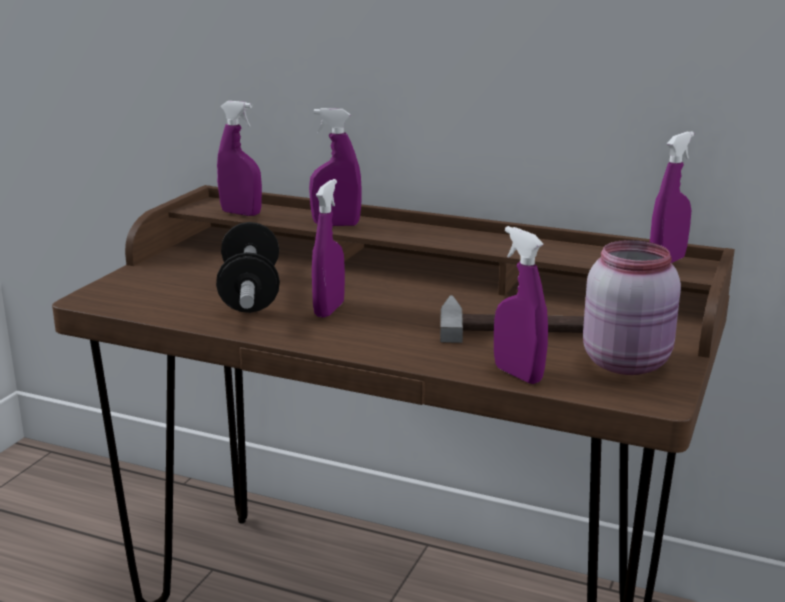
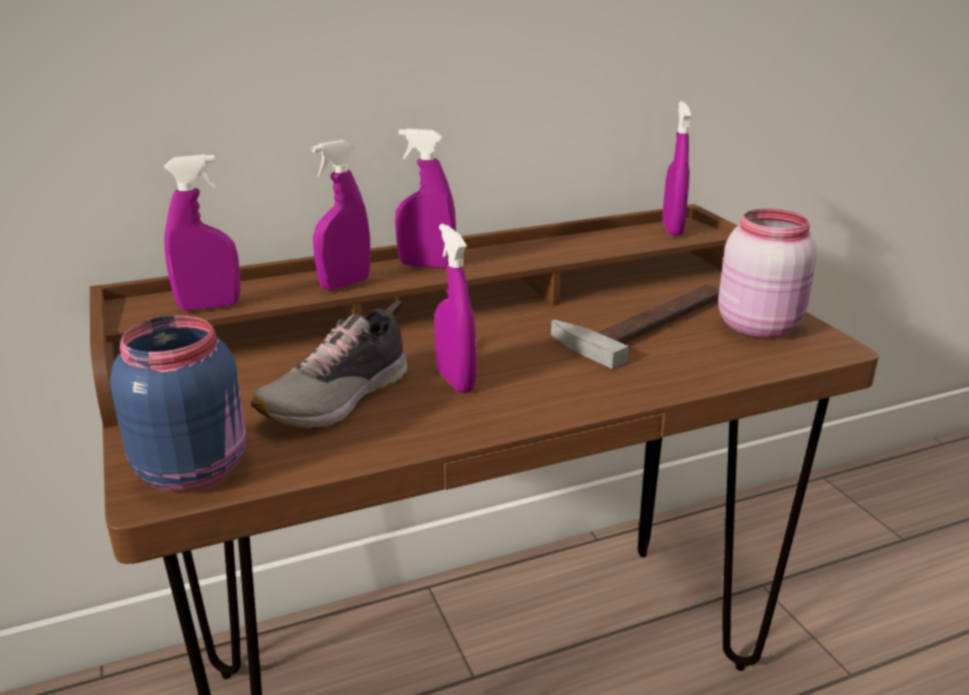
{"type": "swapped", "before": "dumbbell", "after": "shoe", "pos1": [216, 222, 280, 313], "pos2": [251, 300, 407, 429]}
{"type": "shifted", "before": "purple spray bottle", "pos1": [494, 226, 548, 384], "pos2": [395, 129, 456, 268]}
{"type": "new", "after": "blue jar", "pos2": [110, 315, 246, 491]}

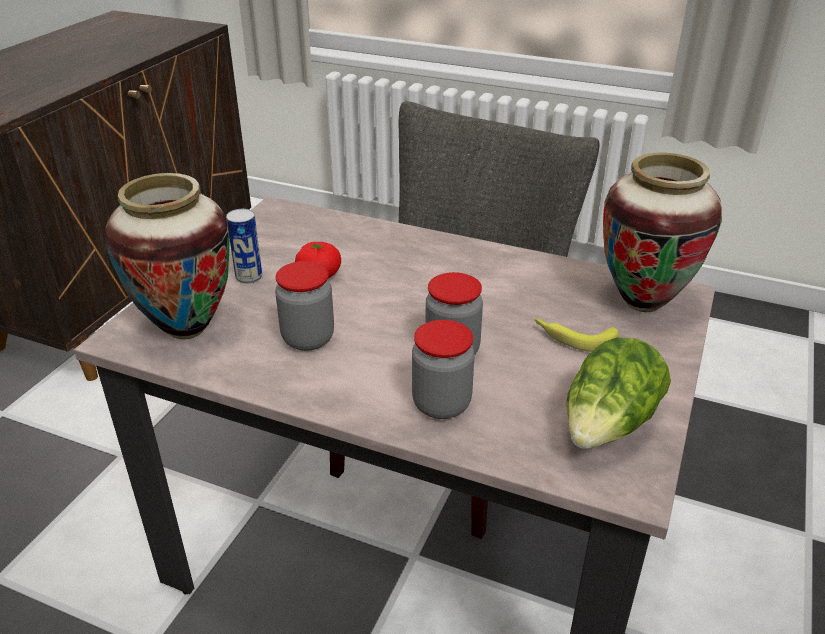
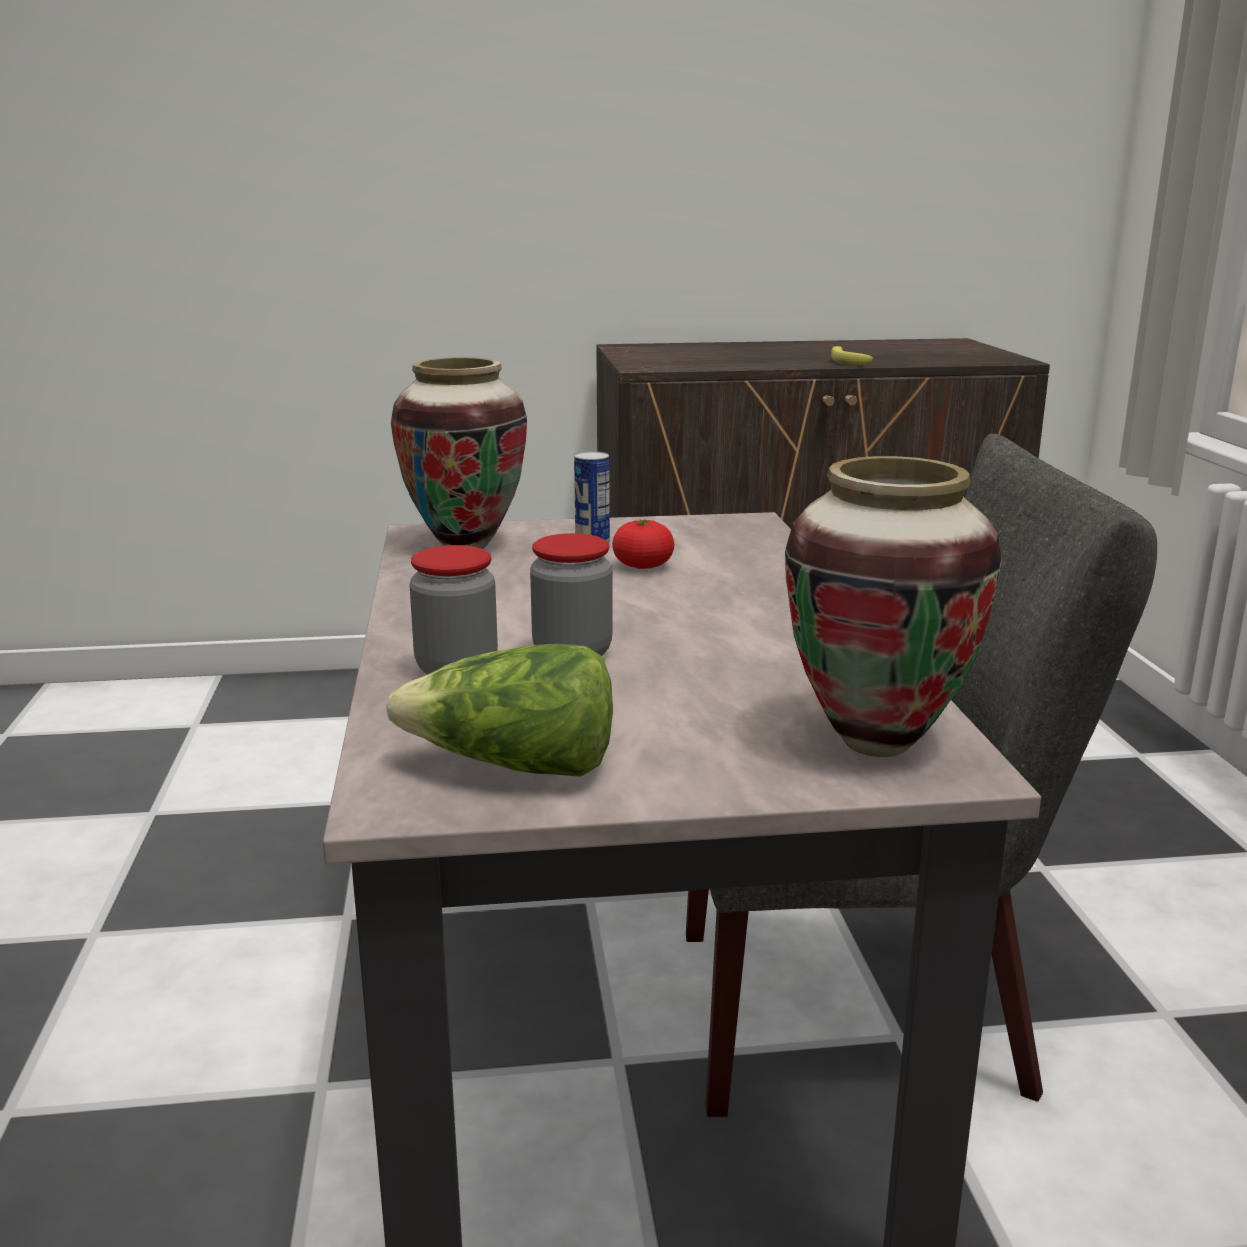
{"type": "gone", "before": "jar", "pos1": [275, 261, 334, 351]}
{"type": "shifted", "before": "banana", "pos1": [534, 318, 619, 352], "pos2": [831, 346, 873, 365]}

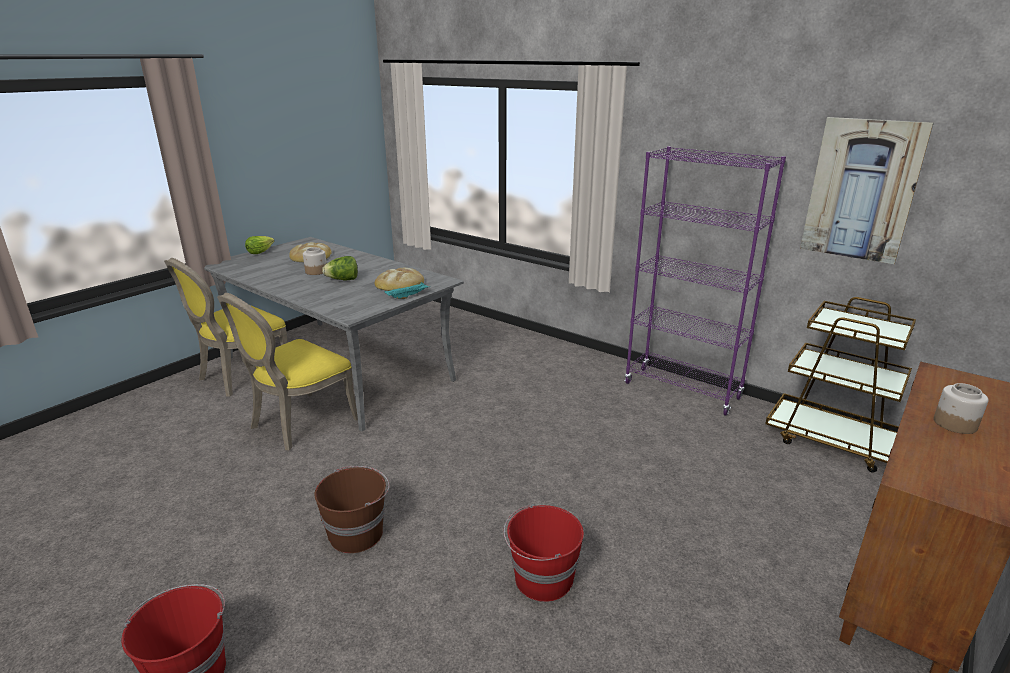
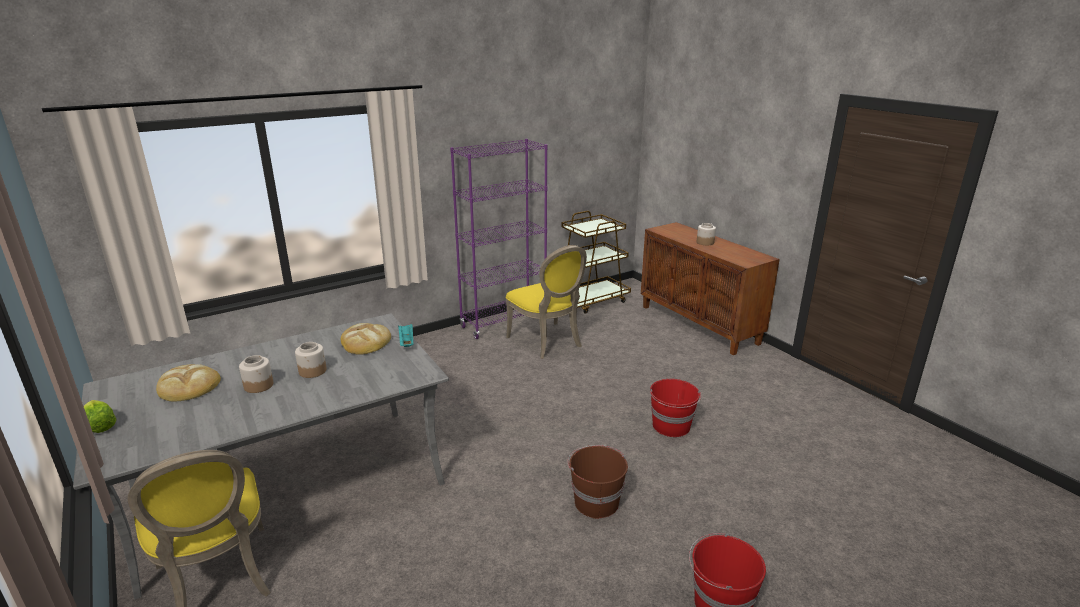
{"type": "gone", "before": "picture", "pos1": [800, 117, 934, 264]}
{"type": "swapped", "before": "lettuce", "after": "jar", "pos1": [322, 256, 358, 280], "pos2": [295, 342, 327, 378]}
{"type": "shifted", "before": "yellow chair", "pos1": [217, 293, 358, 451], "pos2": [506, 245, 587, 359]}

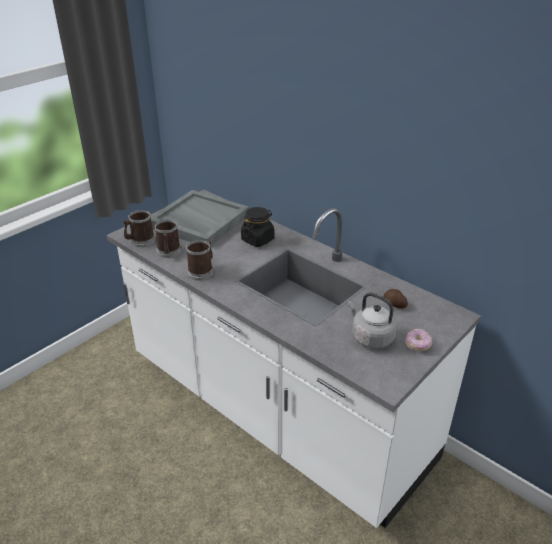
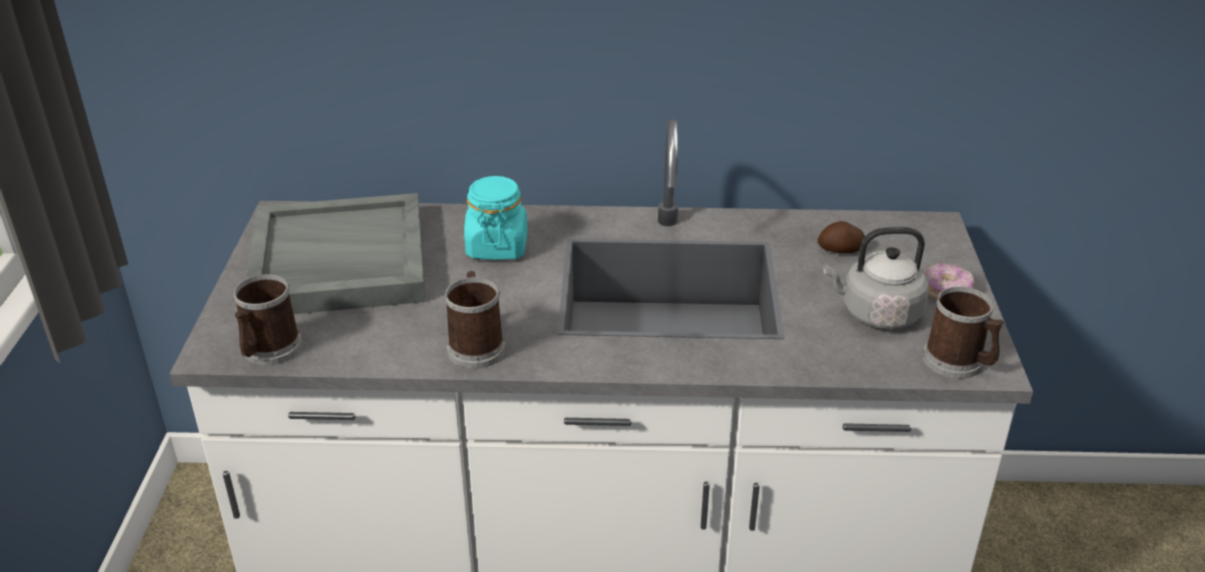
{"type": "repainted", "before": "black jar", "after": "turquoise jar", "pos1": [241, 207, 275, 247], "pos2": [464, 176, 528, 260]}
{"type": "shifted", "before": "mug", "pos1": [154, 220, 181, 258], "pos2": [923, 286, 1004, 379]}

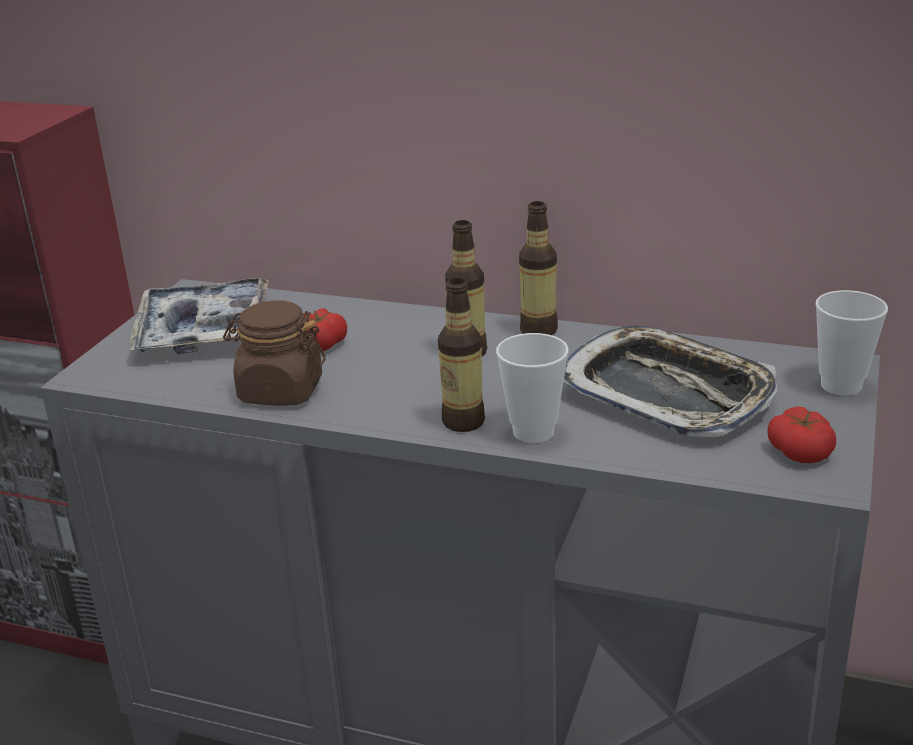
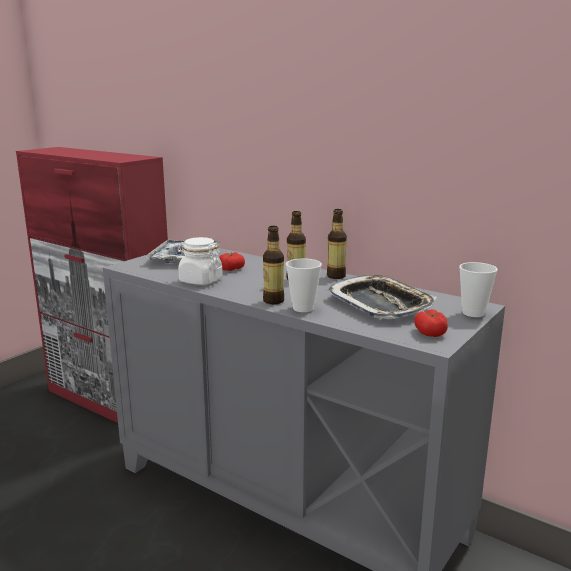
{"type": "repainted", "before": "brown jar", "after": "white jar", "pos1": [223, 300, 326, 406], "pos2": [178, 237, 222, 285]}

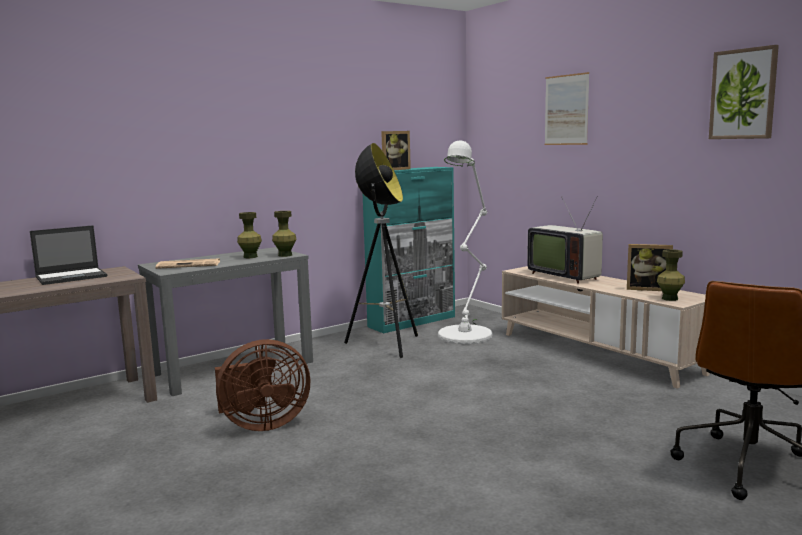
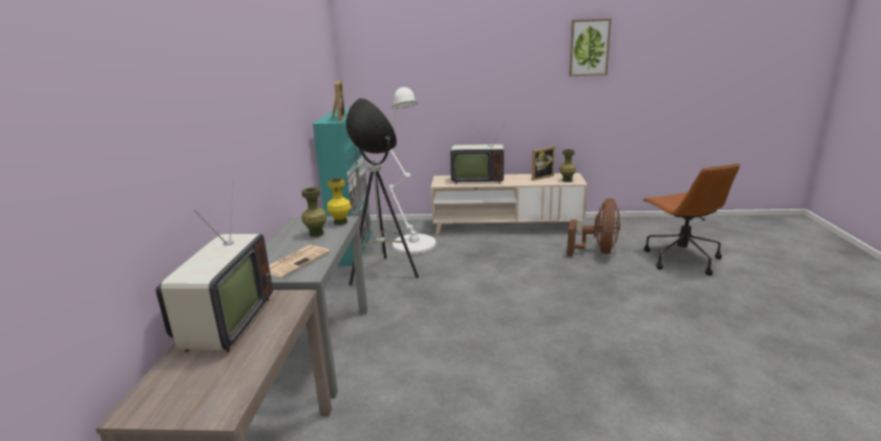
{"type": "gone", "before": "picture", "pos1": [545, 72, 590, 145]}
{"type": "repainted", "before": "green vase", "after": "yellow vase", "pos1": [272, 211, 297, 257], "pos2": [327, 178, 351, 225]}
{"type": "swapped", "before": "laptop", "after": "television", "pos1": [30, 225, 107, 285], "pos2": [156, 181, 273, 353]}
{"type": "shifted", "before": "brown fan", "pos1": [215, 339, 310, 431], "pos2": [567, 198, 621, 257]}

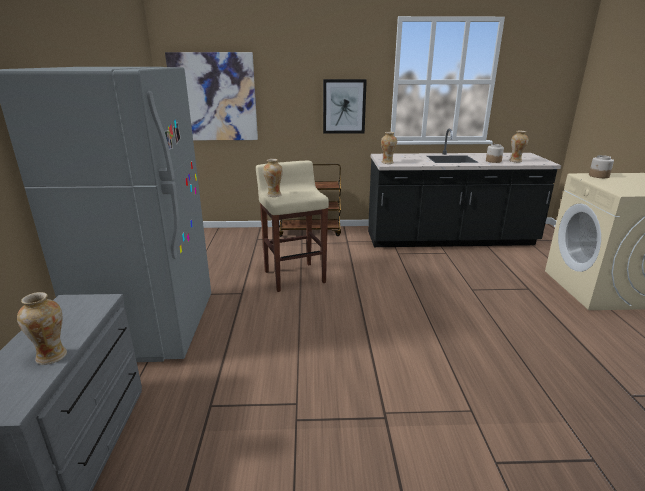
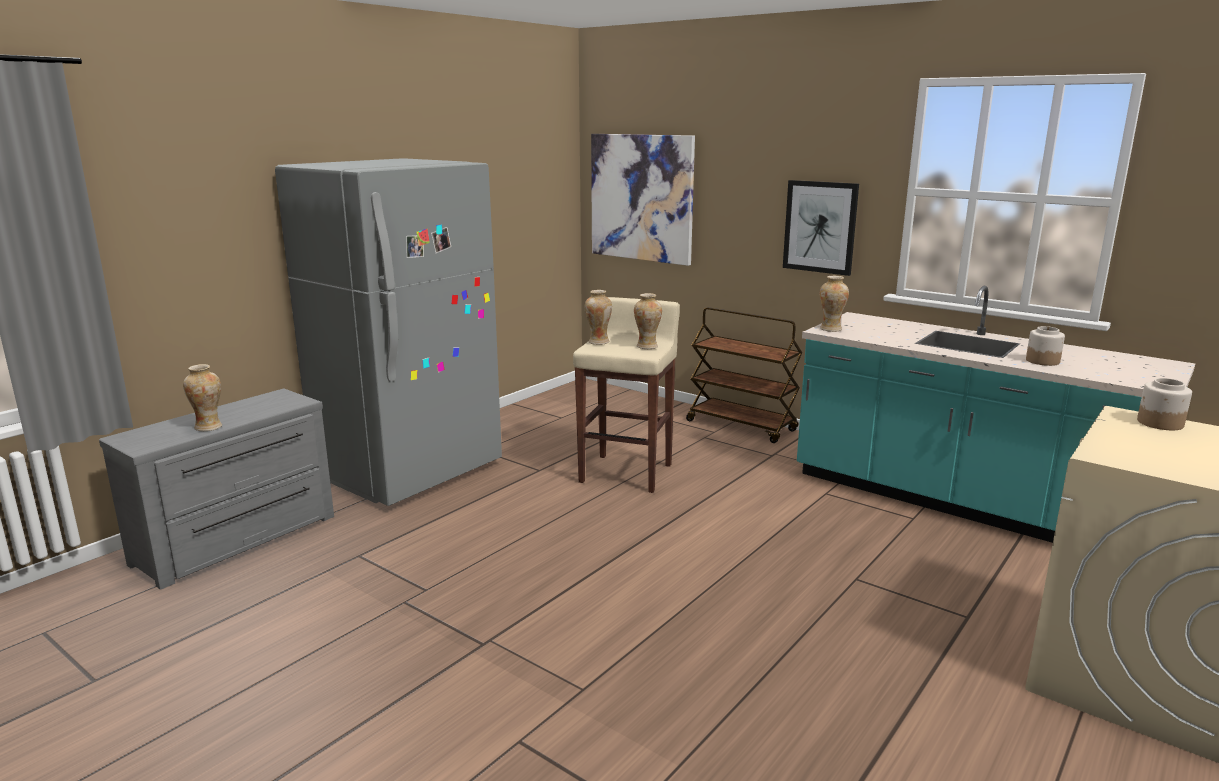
{"type": "repainted", "before": "black counter", "after": "turquoise counter", "pos1": [368, 129, 561, 247], "pos2": [797, 286, 1195, 543]}
{"type": "shifted", "before": "vase", "pos1": [509, 131, 528, 162], "pos2": [634, 293, 662, 349]}

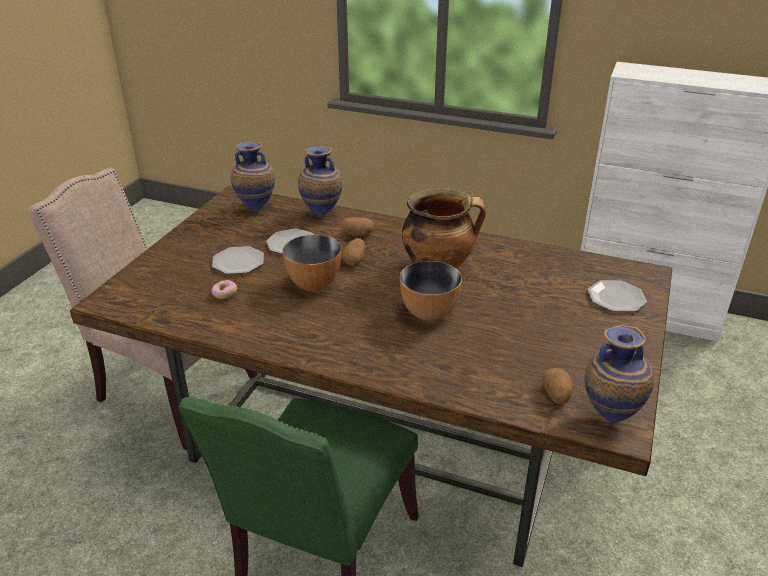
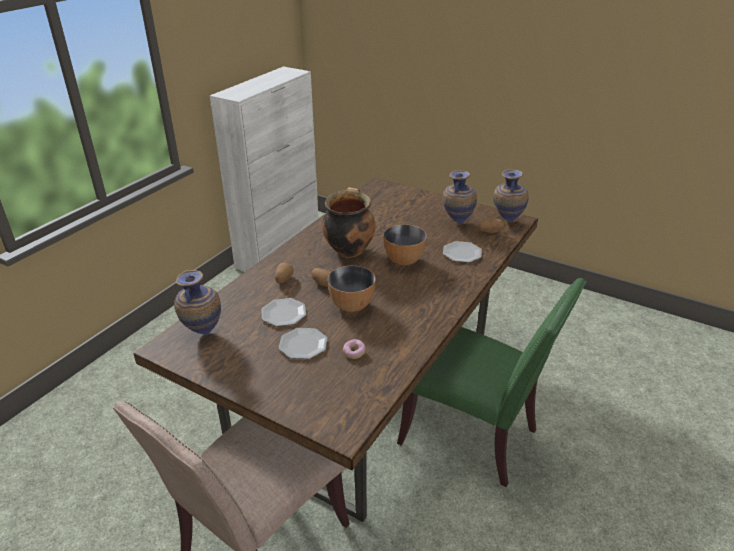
{"type": "shifted", "before": "vase", "pos1": [298, 146, 342, 217], "pos2": [443, 170, 477, 224]}
{"type": "shifted", "before": "plate", "pos1": [588, 280, 647, 312], "pos2": [443, 241, 482, 263]}

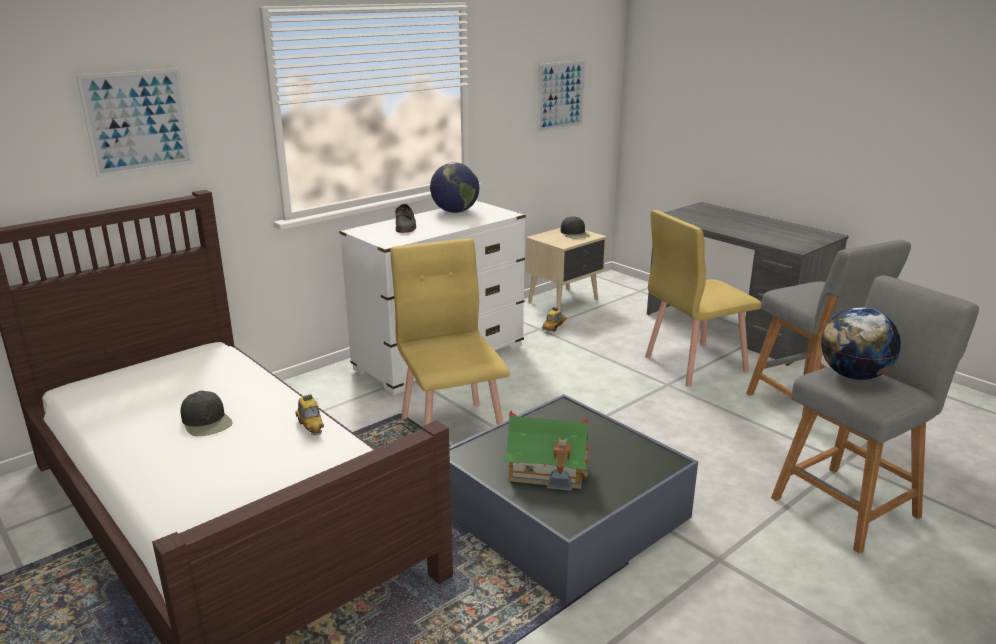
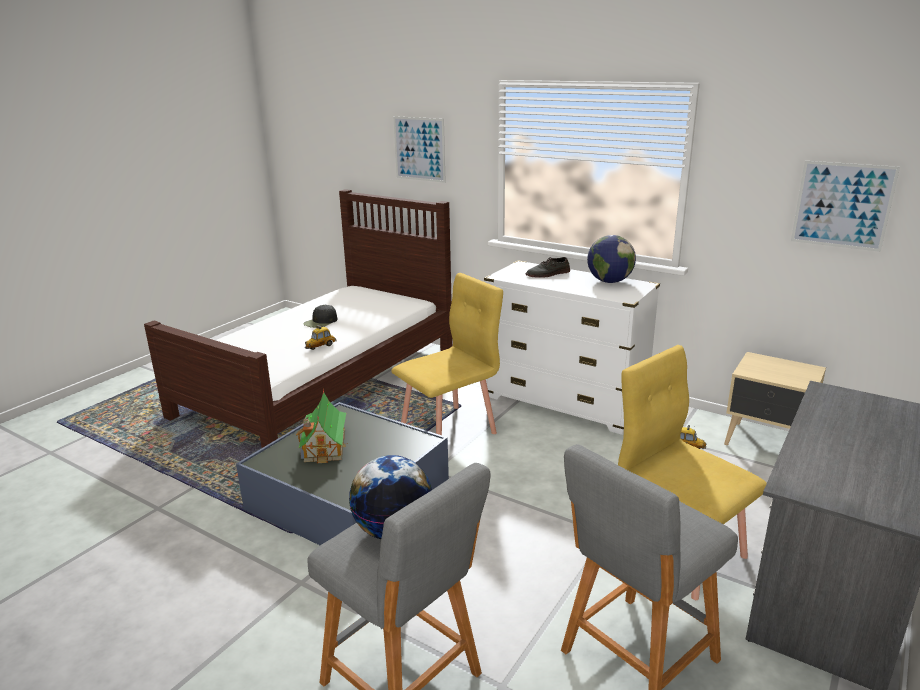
{"type": "gone", "before": "black cap", "pos1": [561, 216, 591, 238]}

